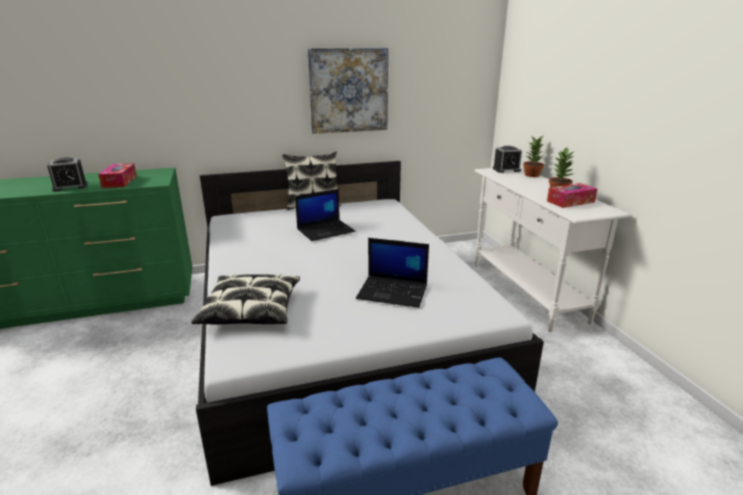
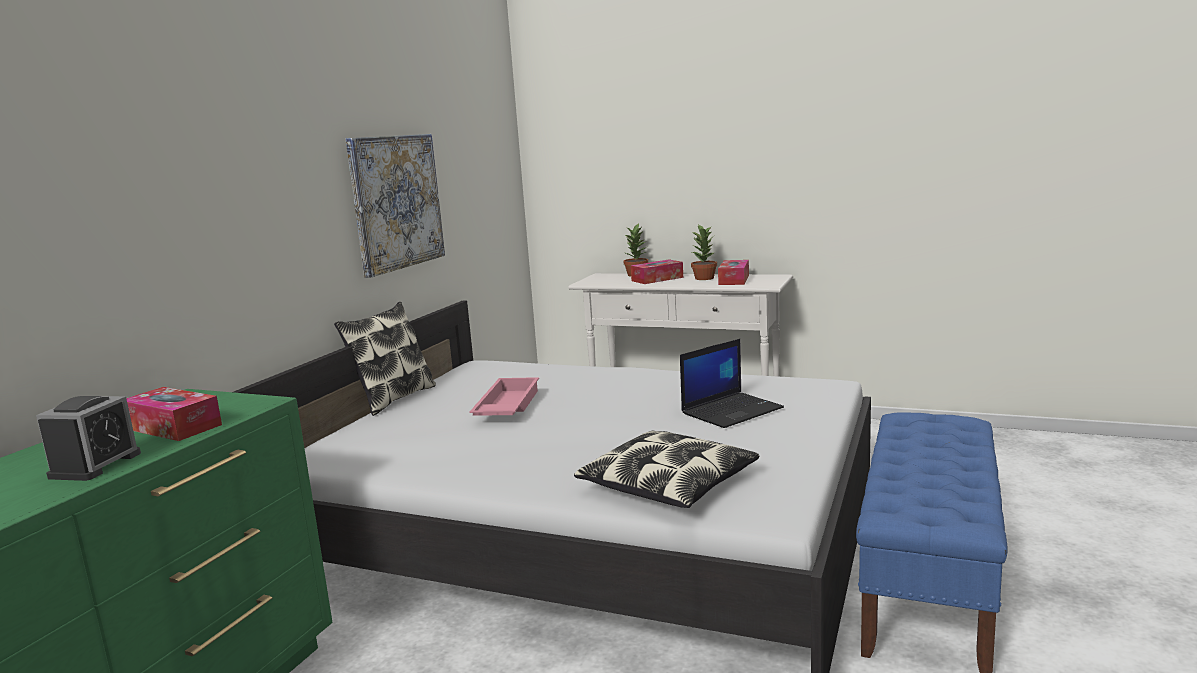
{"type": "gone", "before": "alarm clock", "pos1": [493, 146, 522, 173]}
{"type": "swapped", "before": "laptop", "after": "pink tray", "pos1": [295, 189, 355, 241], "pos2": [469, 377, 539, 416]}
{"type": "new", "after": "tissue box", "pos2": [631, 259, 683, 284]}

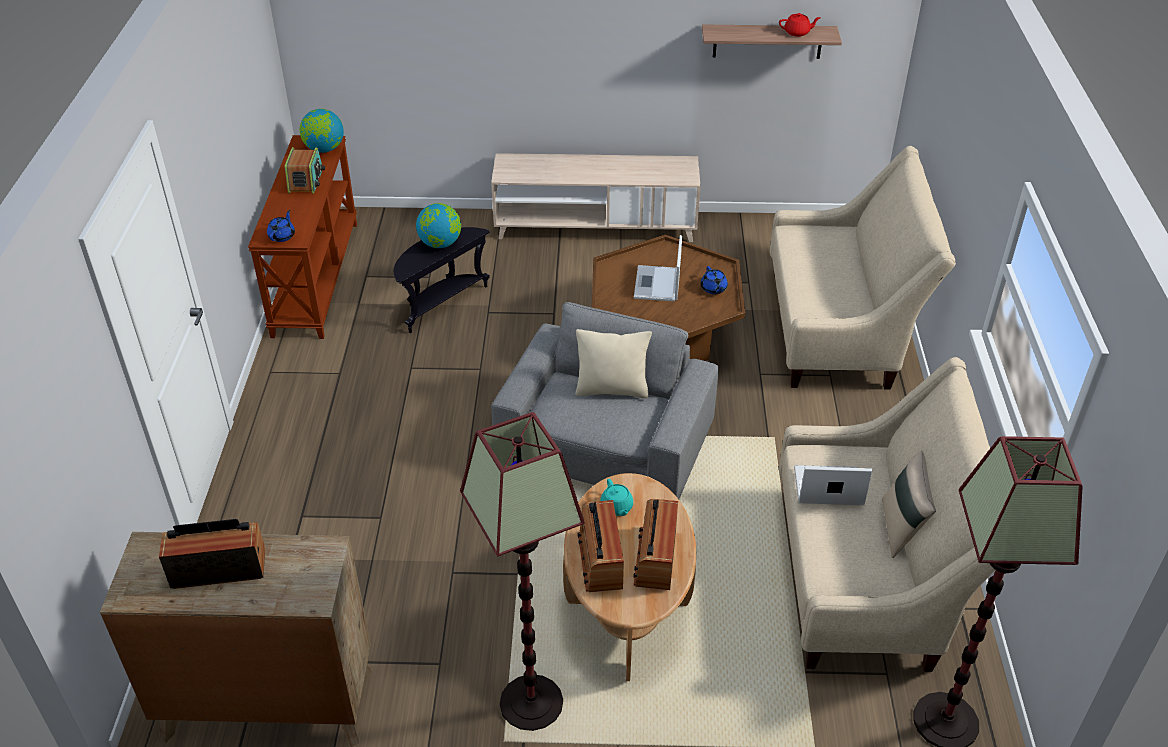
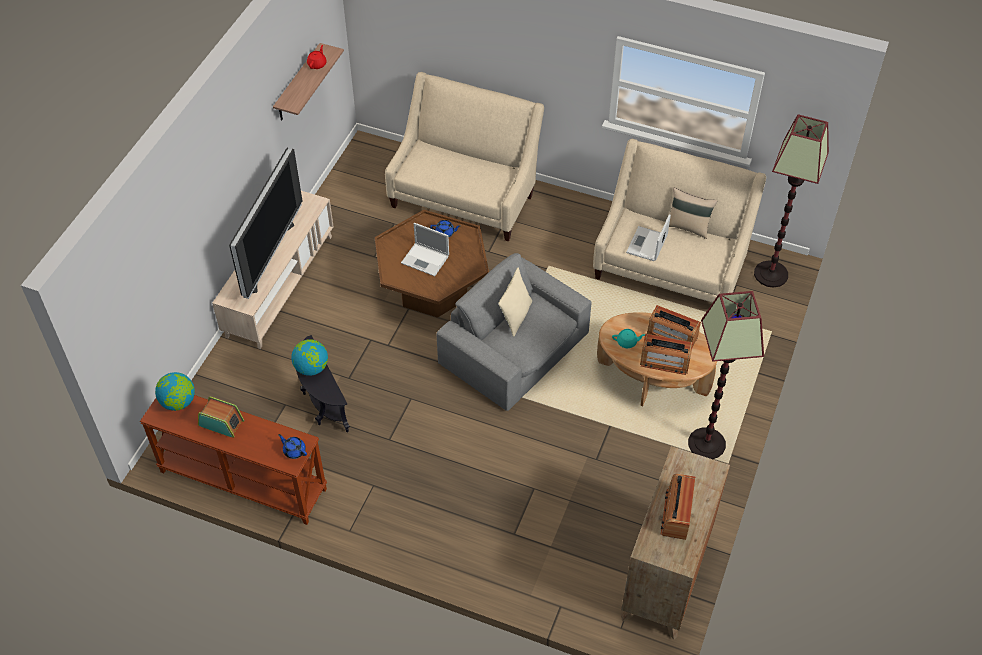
{"type": "new", "after": "television", "pos2": [229, 148, 303, 299]}

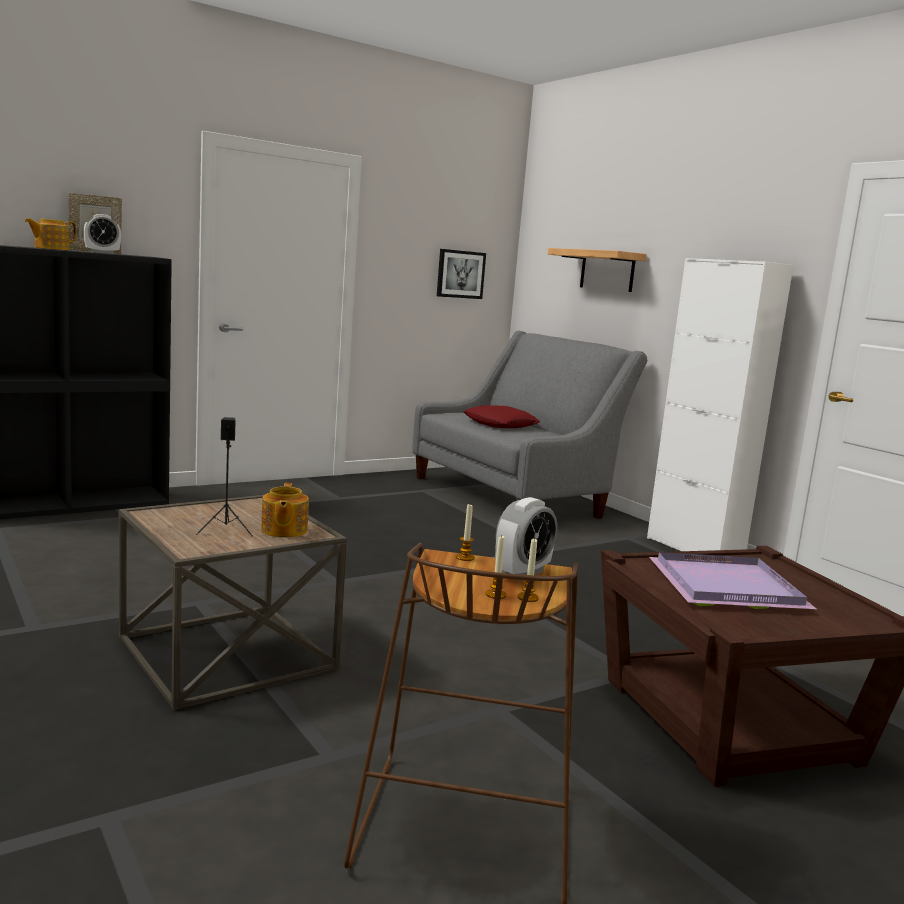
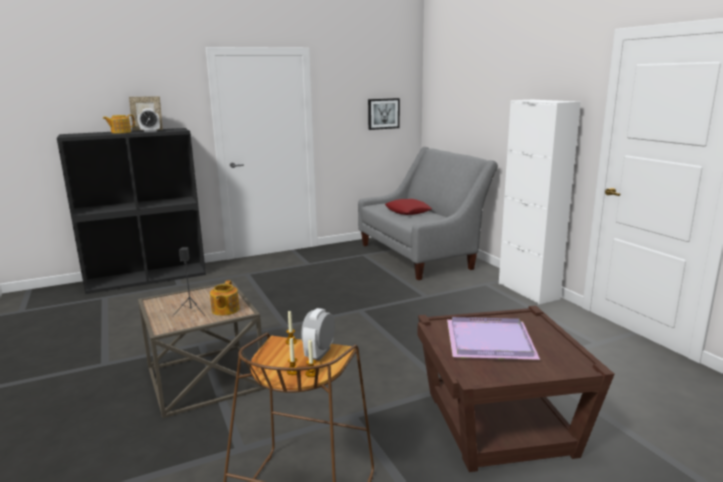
{"type": "gone", "before": "shelf", "pos1": [548, 248, 647, 292]}
{"type": "rotated", "before": "alarm clock", "pos1": [495, 497, 558, 575], "pos2": [301, 308, 335, 360], "turn": 150}

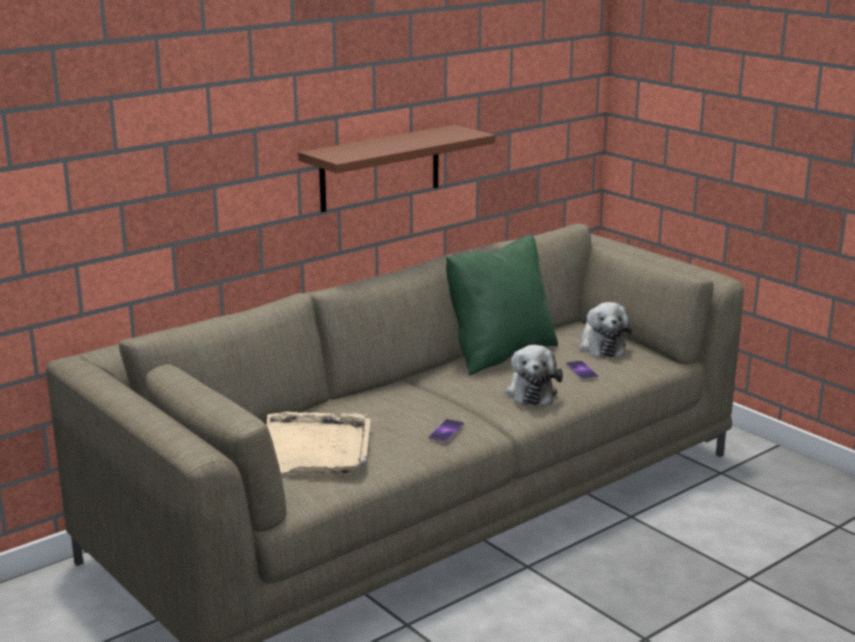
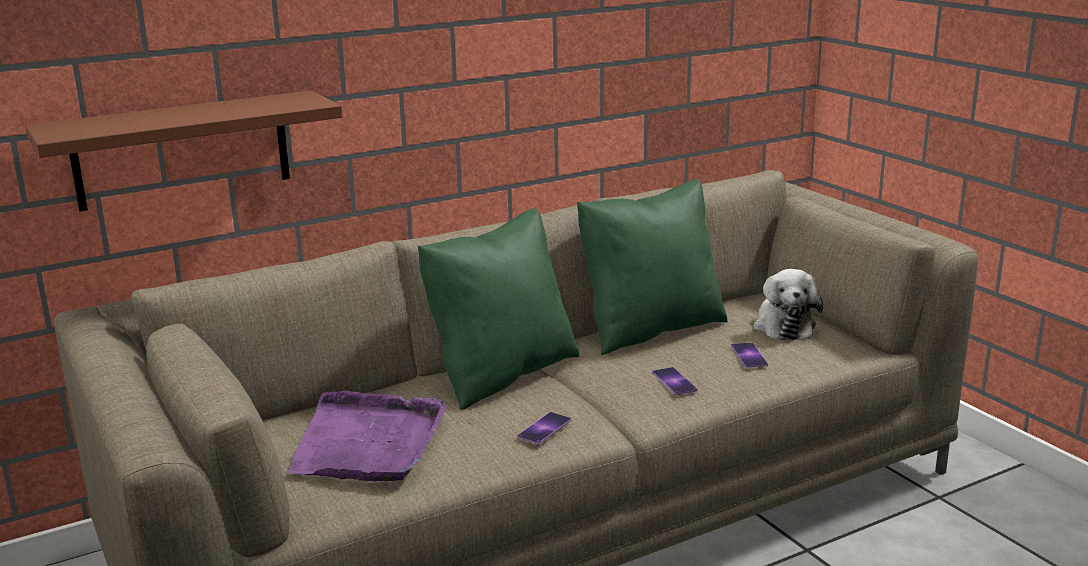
{"type": "shifted", "before": "brown shelf", "pos1": [298, 125, 495, 212], "pos2": [25, 91, 342, 211]}
{"type": "swapped", "before": "plush toy", "after": "phone", "pos1": [505, 345, 563, 405], "pos2": [652, 367, 698, 395]}
{"type": "repainted", "before": "beige tray", "after": "purple tray", "pos1": [267, 412, 371, 475], "pos2": [287, 391, 447, 481]}
{"type": "new", "after": "green pillow", "pos2": [418, 208, 579, 409]}

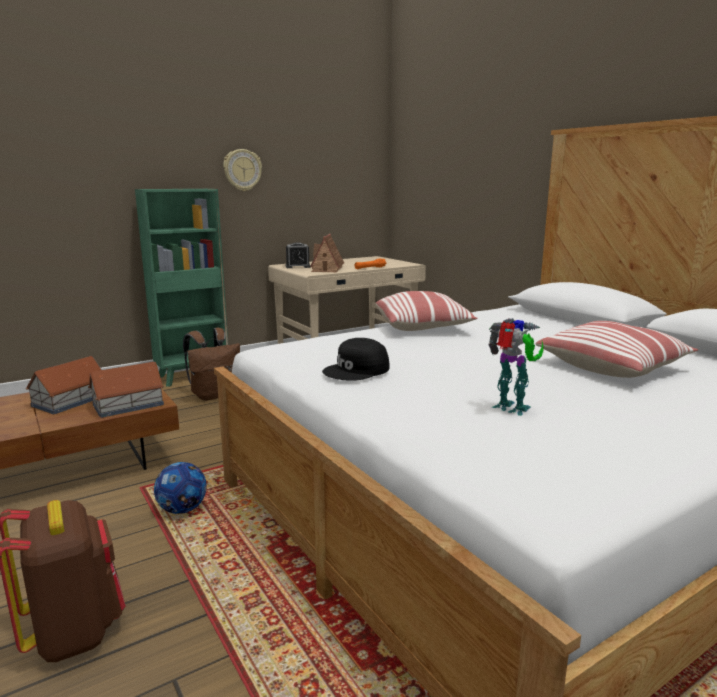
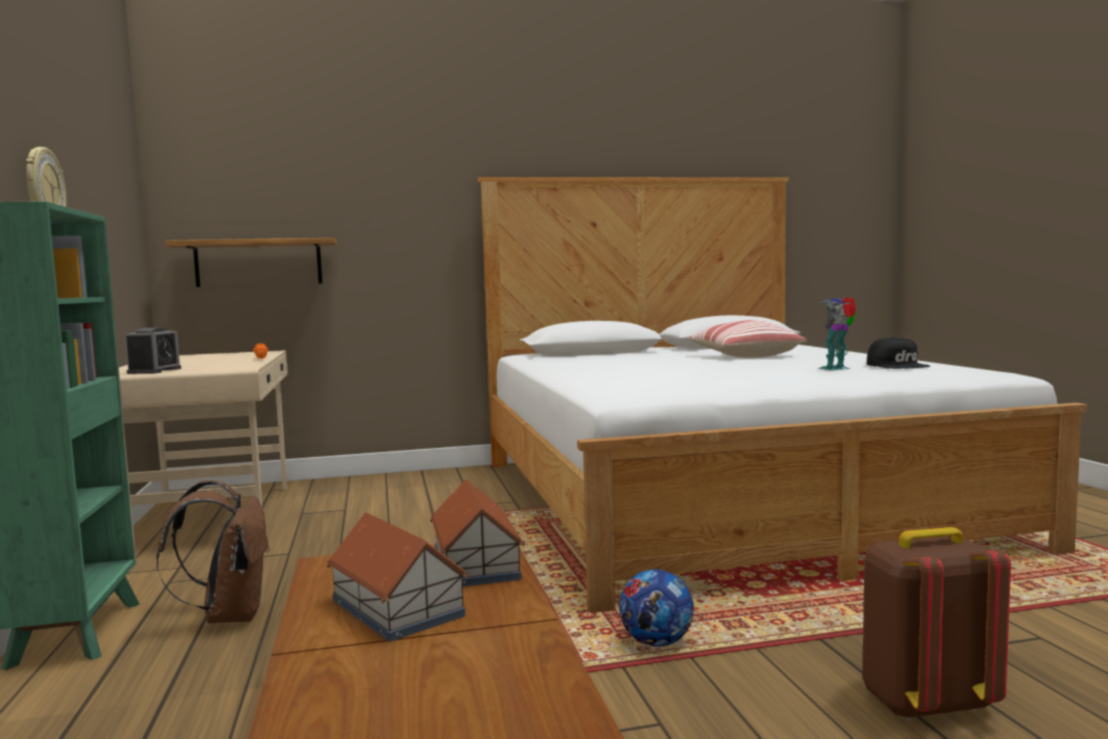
{"type": "gone", "before": "toy house", "pos1": [310, 234, 344, 272]}
{"type": "gone", "before": "pillow", "pos1": [375, 291, 478, 331]}
{"type": "shifted", "before": "black cap", "pos1": [322, 338, 389, 381], "pos2": [867, 337, 930, 369]}
{"type": "new", "after": "shelf", "pos2": [165, 238, 337, 287]}

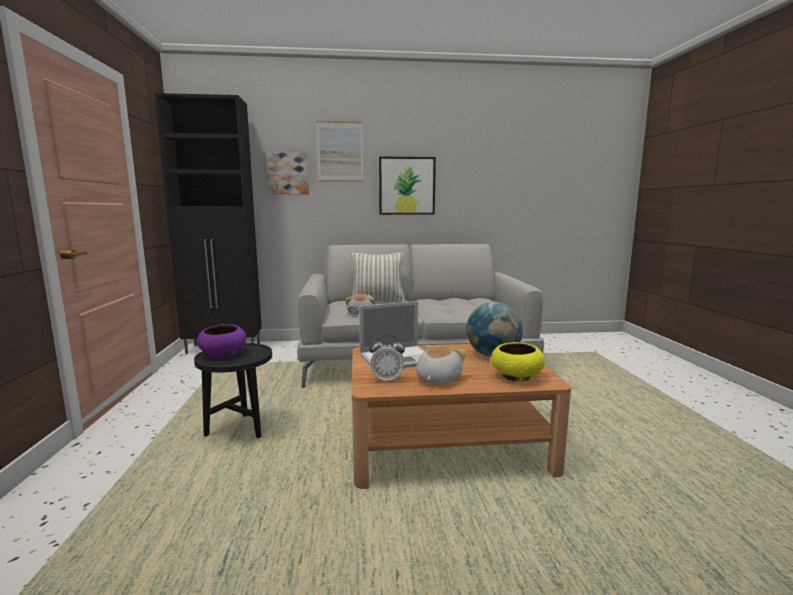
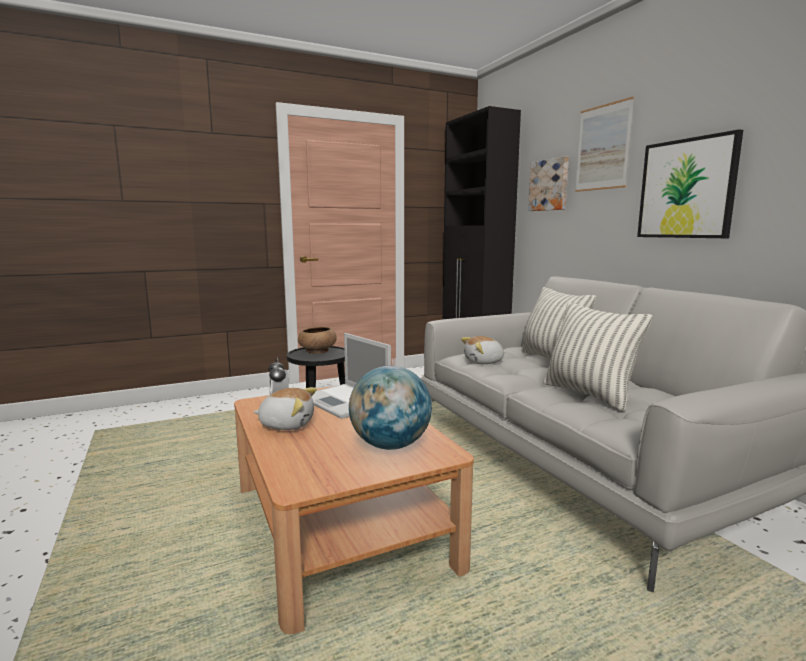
{"type": "repainted", "before": "purple bowl", "after": "brown bowl", "pos1": [197, 324, 246, 359], "pos2": [298, 327, 337, 354]}
{"type": "gone", "before": "yellow bowl", "pos1": [491, 342, 545, 382]}
{"type": "new", "after": "pillow", "pos2": [543, 302, 652, 411]}

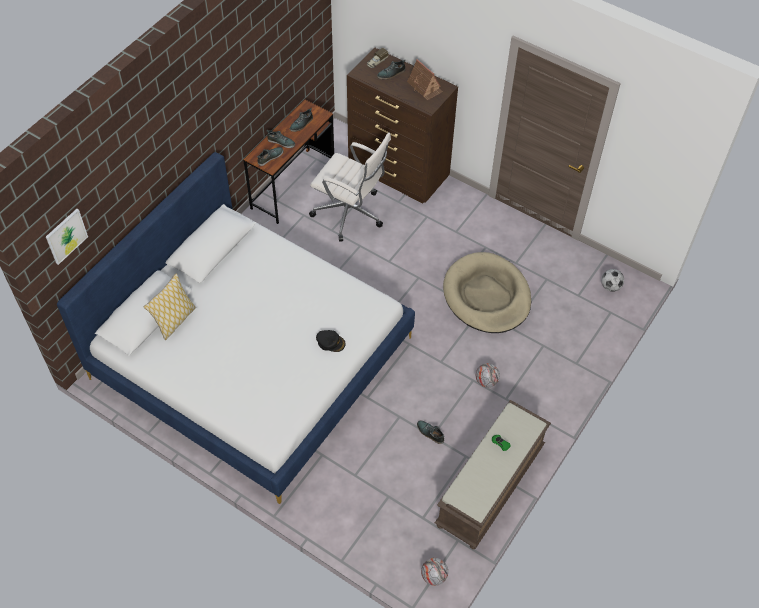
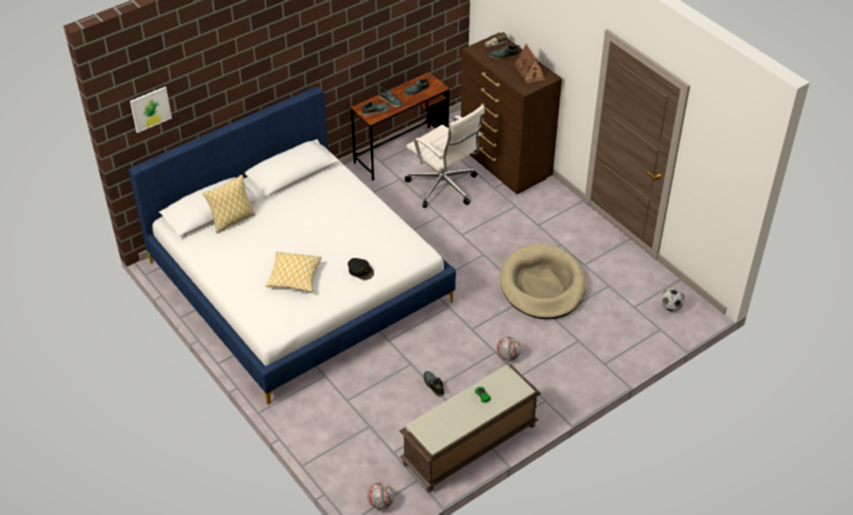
{"type": "new", "after": "pillow", "pos2": [266, 252, 322, 292]}

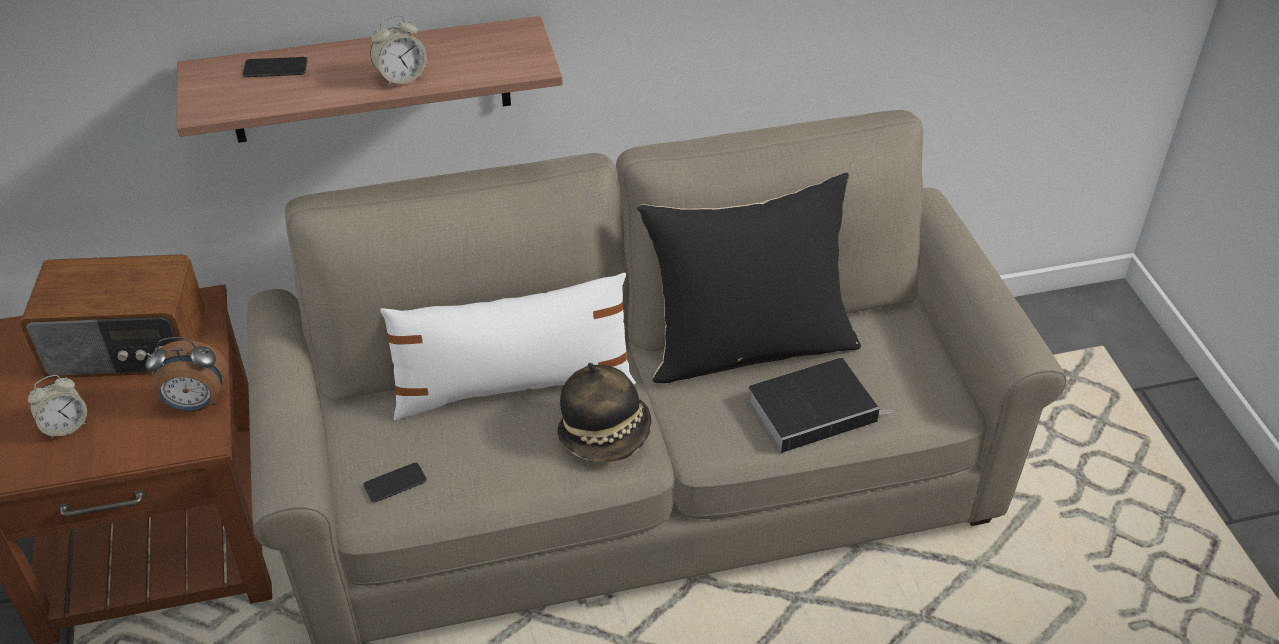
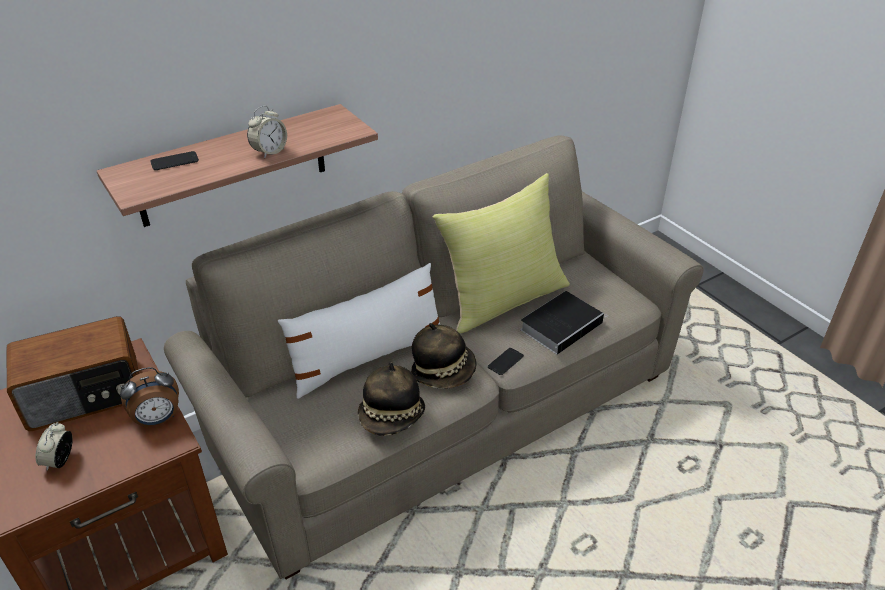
{"type": "repainted", "before": "black pillow", "after": "yellow pillow", "pos1": [637, 172, 861, 383], "pos2": [433, 173, 570, 333]}
{"type": "rotated", "before": "alarm clock", "pos1": [28, 375, 87, 439], "pos2": [35, 422, 73, 470], "turn": 150}
{"type": "shifted", "before": "phone", "pos1": [363, 463, 427, 502], "pos2": [488, 348, 524, 375]}
{"type": "new", "after": "hat", "pos2": [358, 362, 425, 436]}

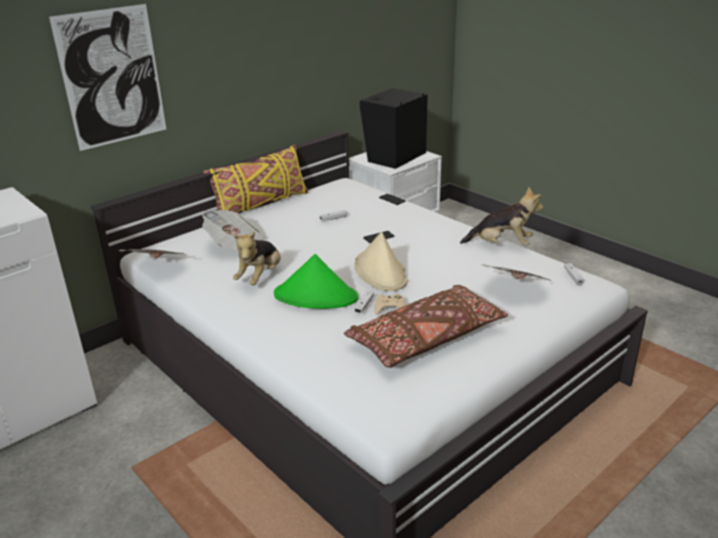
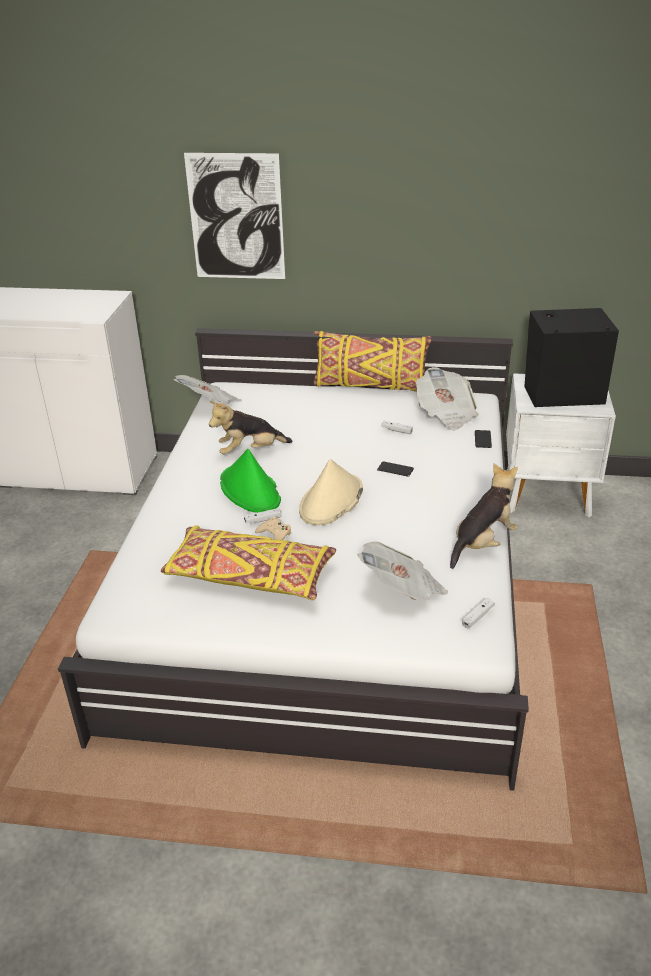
{"type": "rotated", "before": "plush toy", "pos1": [460, 187, 543, 245], "pos2": [450, 464, 518, 569], "turn": -105}
{"type": "shifted", "before": "newspaper", "pos1": [202, 210, 265, 251], "pos2": [416, 367, 479, 431]}
{"type": "repainted", "before": "brown pillow", "after": "yellow pillow", "pos1": [344, 285, 508, 368], "pos2": [161, 525, 336, 600]}

